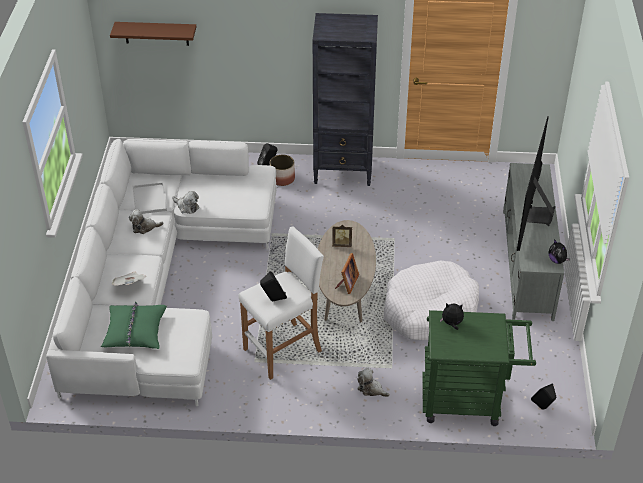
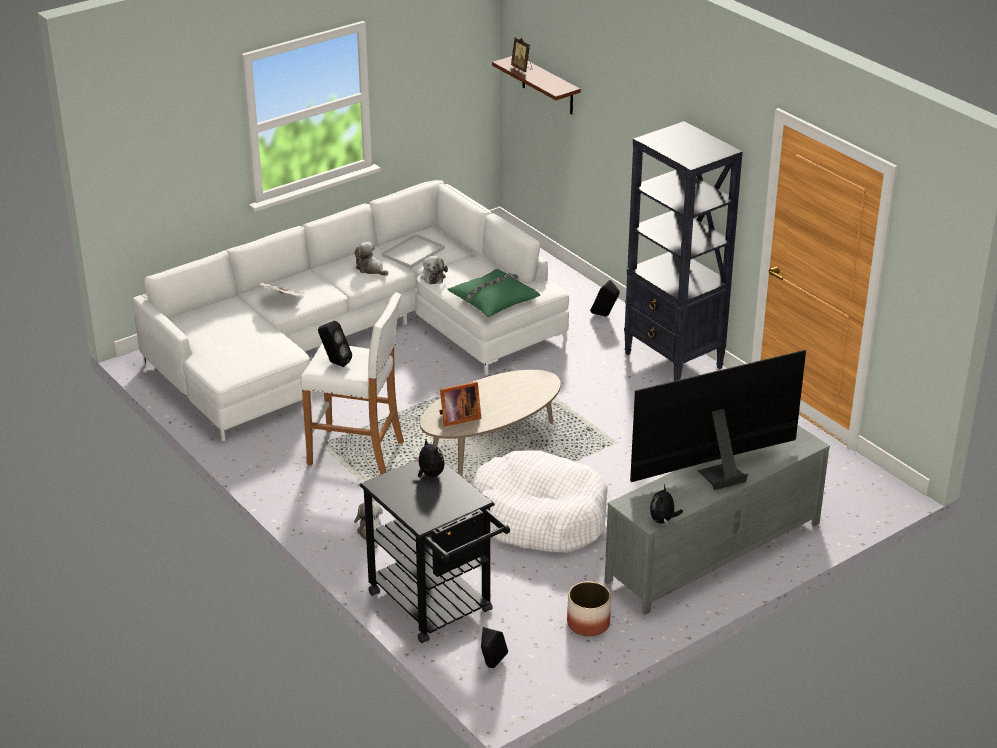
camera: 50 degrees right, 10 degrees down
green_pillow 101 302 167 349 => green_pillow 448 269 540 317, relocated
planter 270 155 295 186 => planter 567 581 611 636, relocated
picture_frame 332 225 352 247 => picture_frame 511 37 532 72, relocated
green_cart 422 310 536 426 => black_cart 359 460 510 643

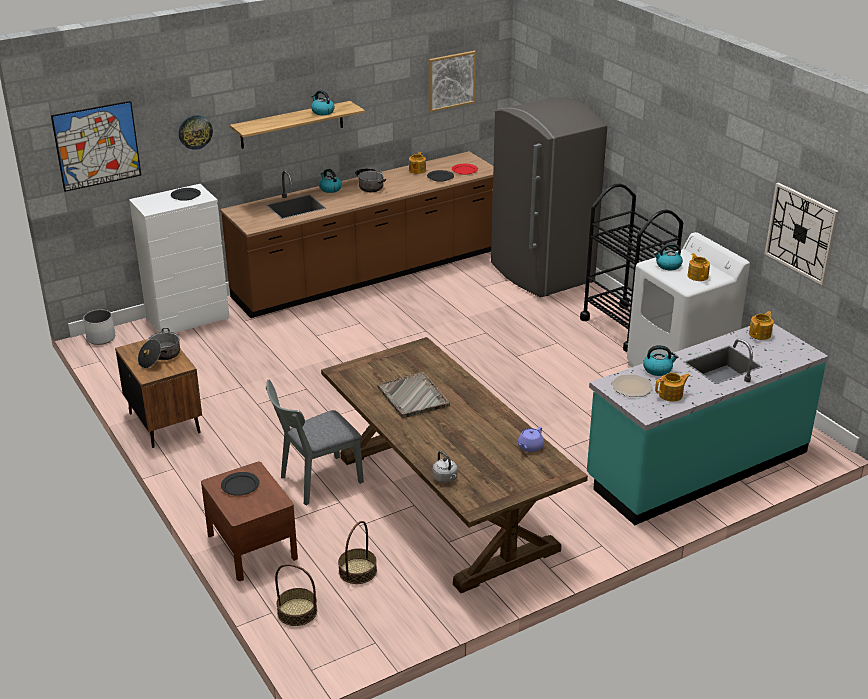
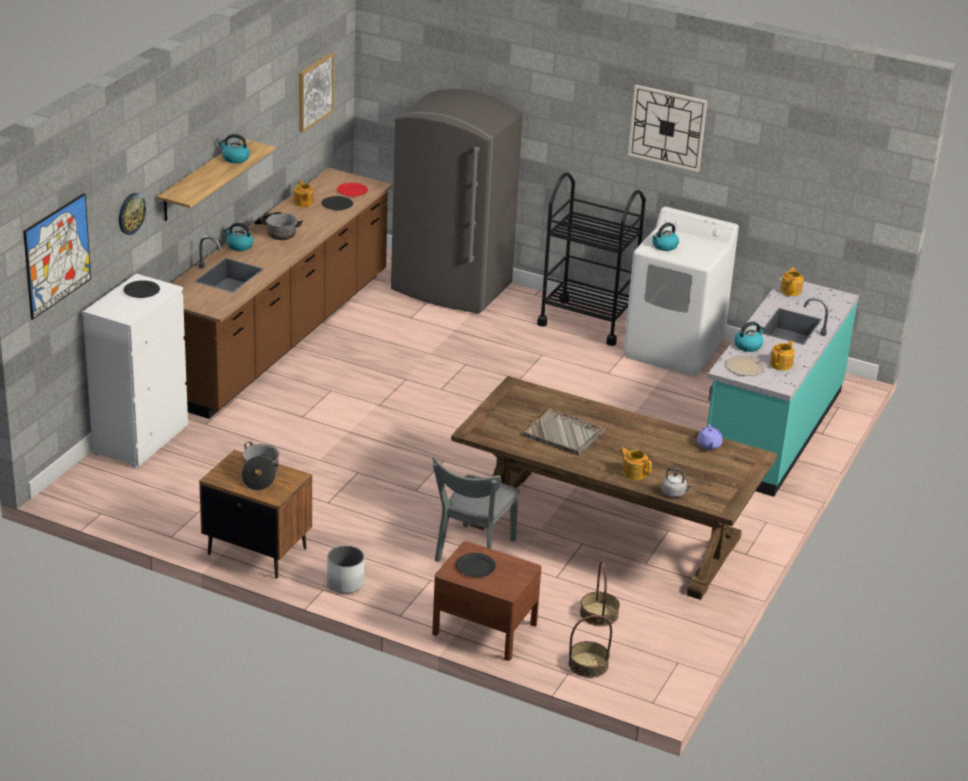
camera: 35 degrees left, 0 degrees up
white_planter 83 310 115 345 => white_planter 327 545 364 593, relocated
teapot 688 253 710 281 => teapot 620 447 652 480, relocated
wall_clock 764 182 839 285 => wall_clock 628 85 707 172, relocated

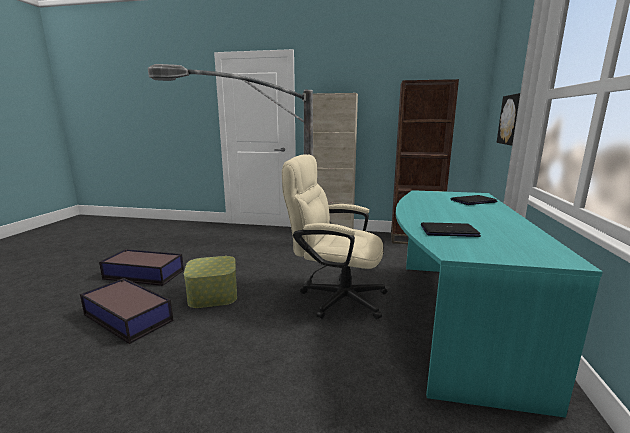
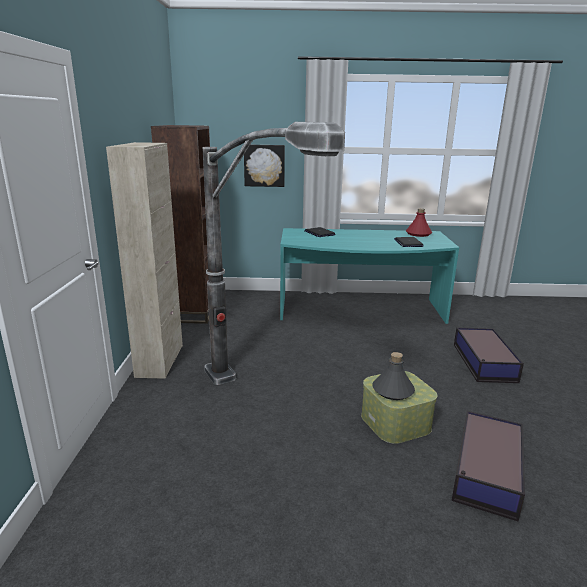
camera: 100 degrees left, 5 degrees up
beige_office_chair 282 154 388 319 => nothing
nothing => grey_bottle 372 352 415 400
nothing => red_bottle 406 208 432 237
storage_box 99 249 184 286 => storage_box 454 327 524 383, relocated

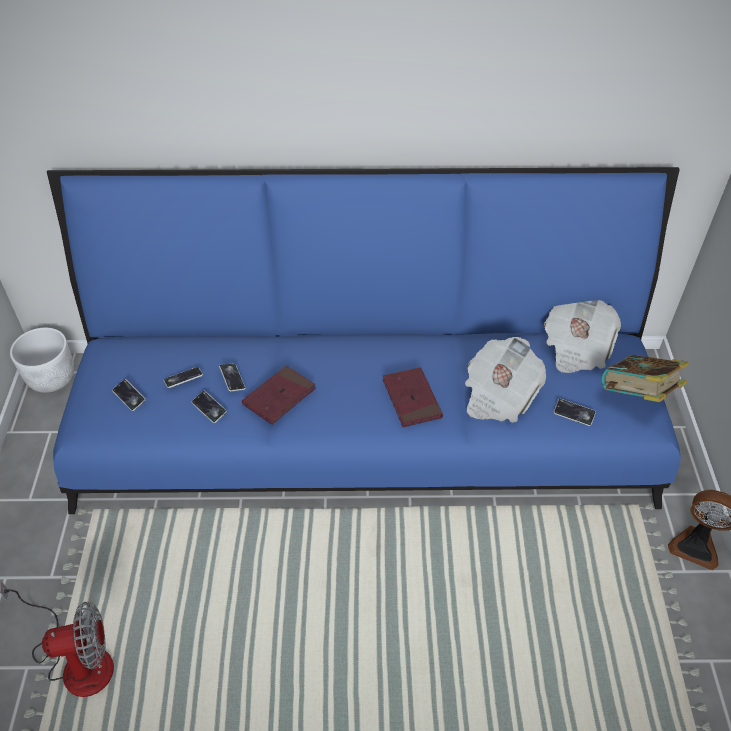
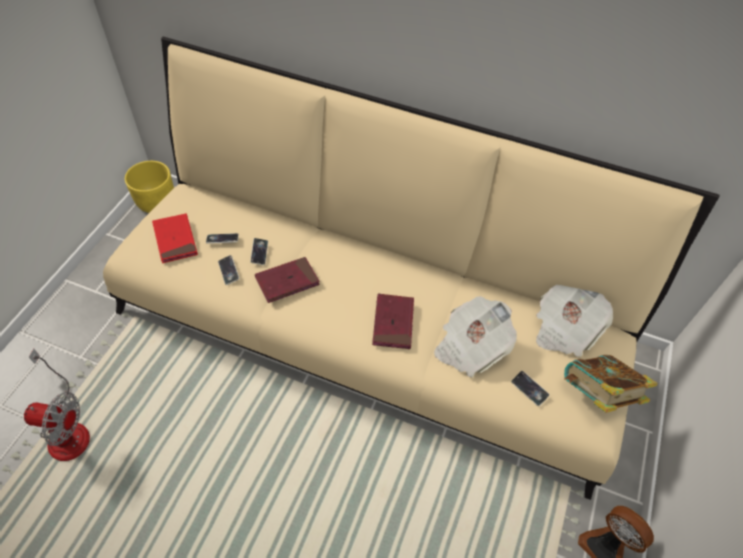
camera: 20 degrees right, 5 degrees up
phone 112 379 146 411 => red_book 152 213 198 263
white_planter 10 328 74 393 => yellow_planter 125 161 174 213
blue_sofa 47 167 681 514 => beige_sofa 103 37 720 500

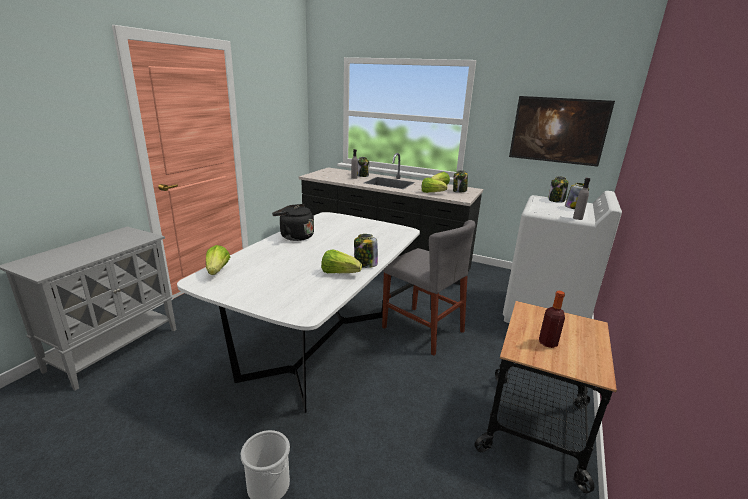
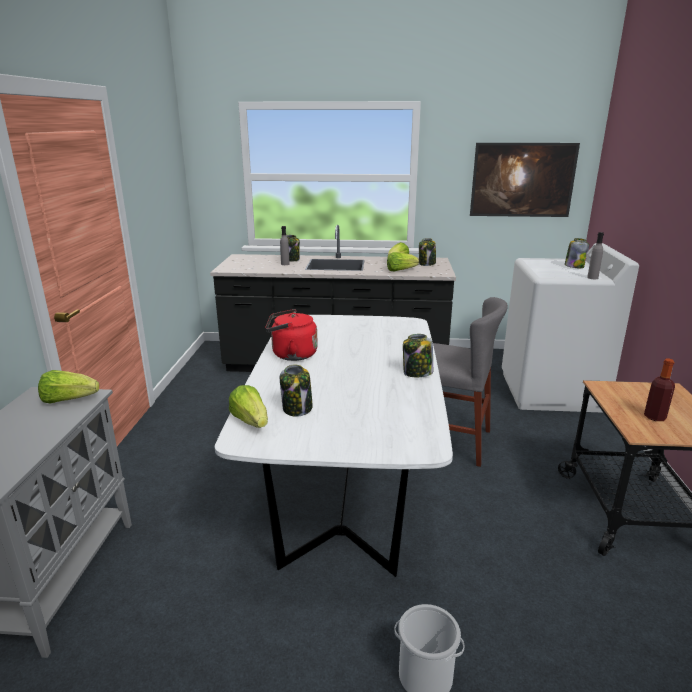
camera: 20 degrees left, 0 degrees up
lettuce 321 249 362 273 => lettuce 38 370 99 403, relocated
jar 548 176 568 203 => jar 280 364 313 417, relocated
black_kettle 272 204 314 241 => red_kettle 265 309 318 361

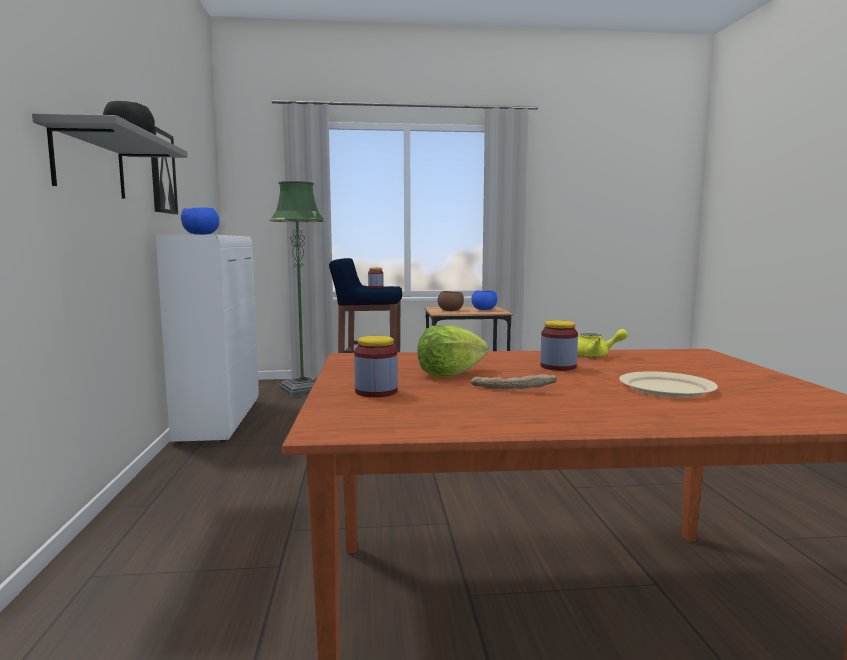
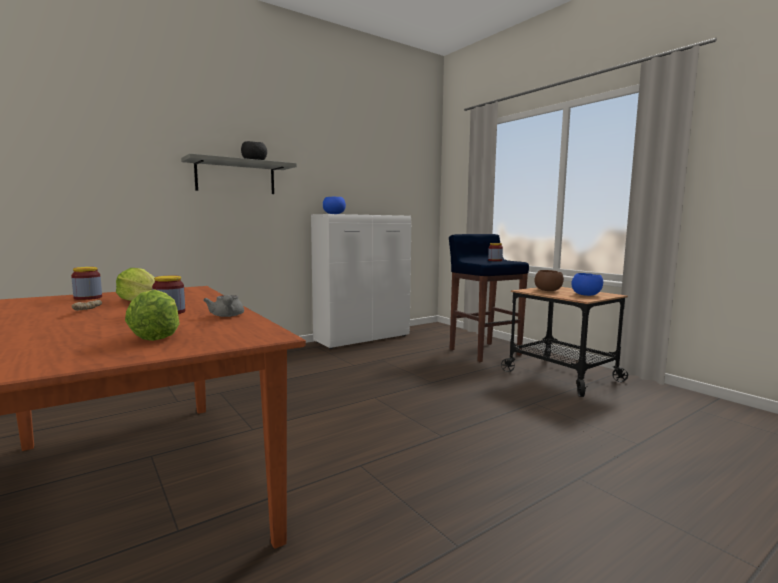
camera: 60 degrees right, 0 degrees up
picture 151 126 178 214 => nothing
green_floor_lamp 269 181 325 398 => nothing
beige_plate 619 371 718 398 => nothing
nothing => lettuce 125 289 180 341
yellow_teapot 577 329 628 357 => grey_teapot 203 295 244 317

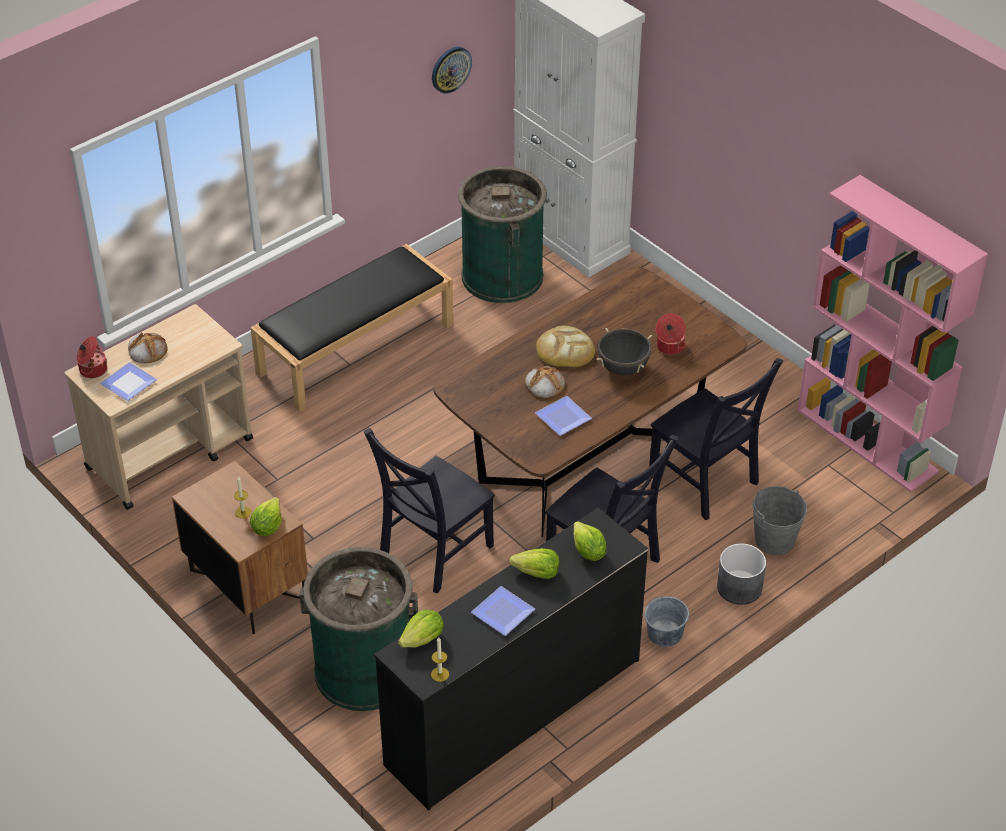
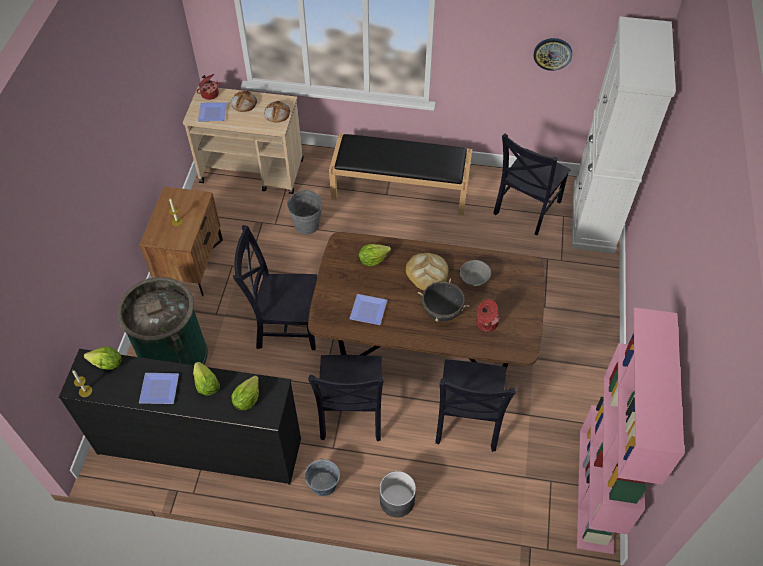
camera: 50 degrees right, 10 degrees up
nothing => grey_bowl 460 260 491 286
lettuce 250 497 282 536 => lettuce 359 244 391 266, relocated
bread 525 366 566 398 => bread 264 101 290 123, relocated
grey_bucket 752 486 807 555 => grey_bucket 287 189 323 234, relocated
green_trash_can 458 166 547 303 => black_chair 493 133 571 235

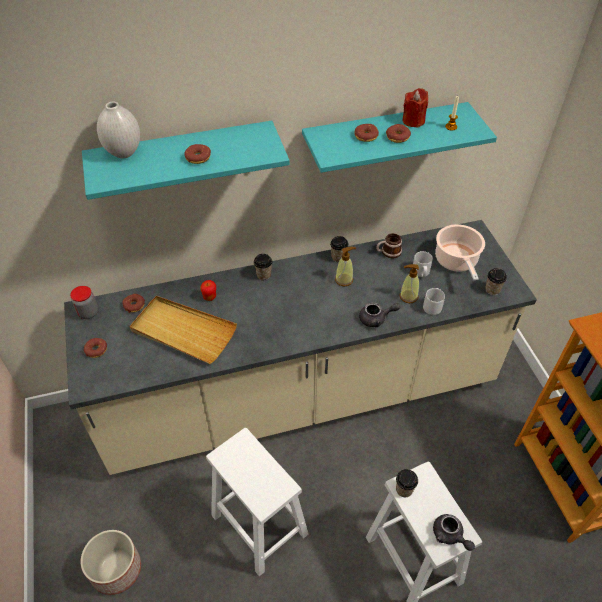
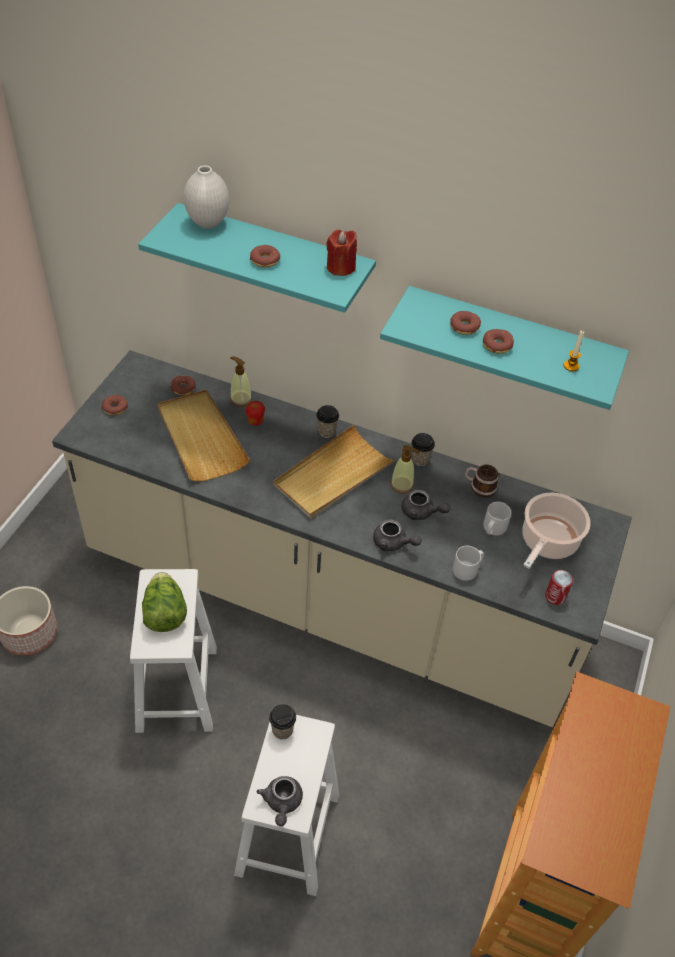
camera: 35 degrees right, 0 degrees up
jar 70 286 98 319 => nothing
nothing => lettuce 142 572 187 632
nothing => beige_tray 273 425 397 519
nothing => grey_teapot 402 490 450 520
soap_dispenser 399 264 419 303 => soap_dispenser 230 356 252 407, relocated
red_candle 402 88 428 128 => red_candle 326 230 357 276, relocated
cup 485 268 507 295 => can 545 570 573 605

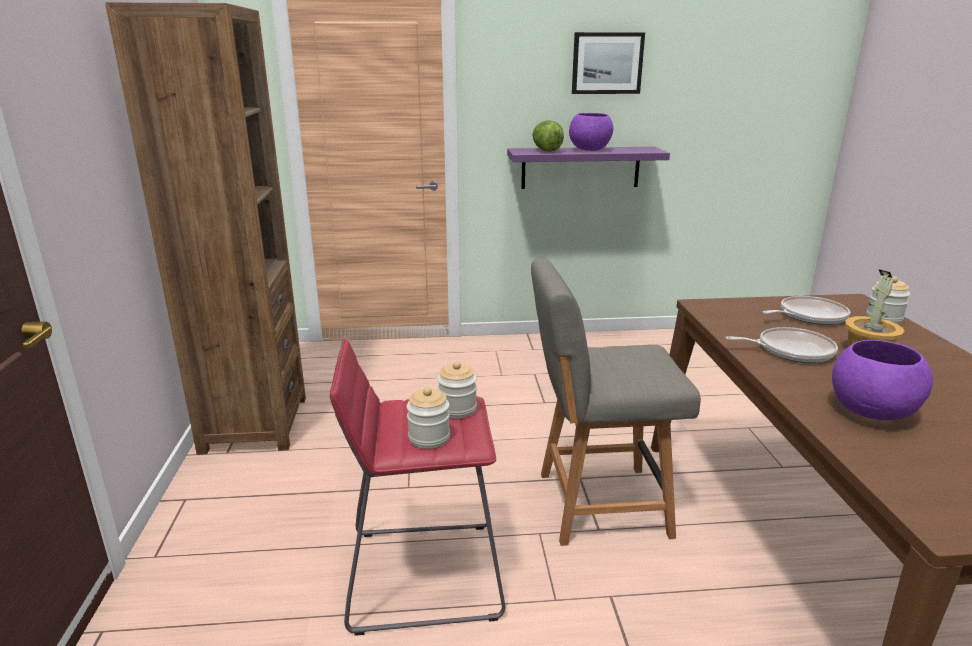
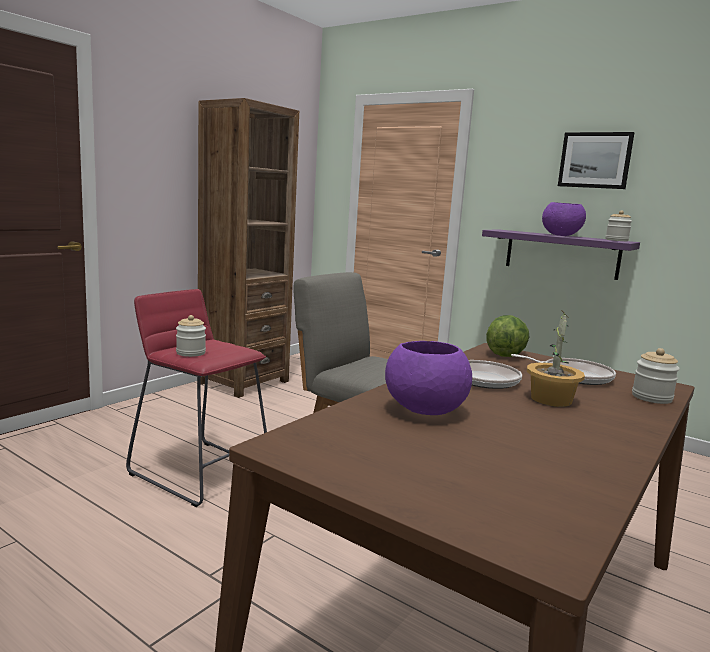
camera: 40 degrees right, 10 degrees down
jar 437 362 477 418 => jar 606 210 632 241, relocated
lettuce 532 120 564 152 => lettuce 486 315 529 357, relocated

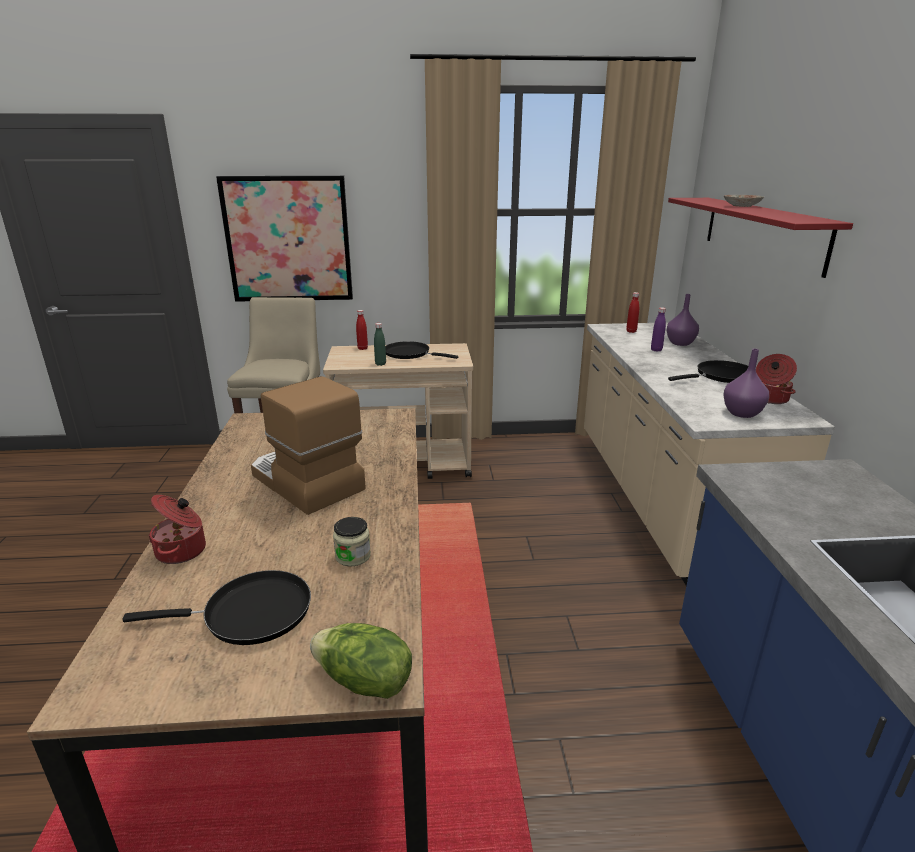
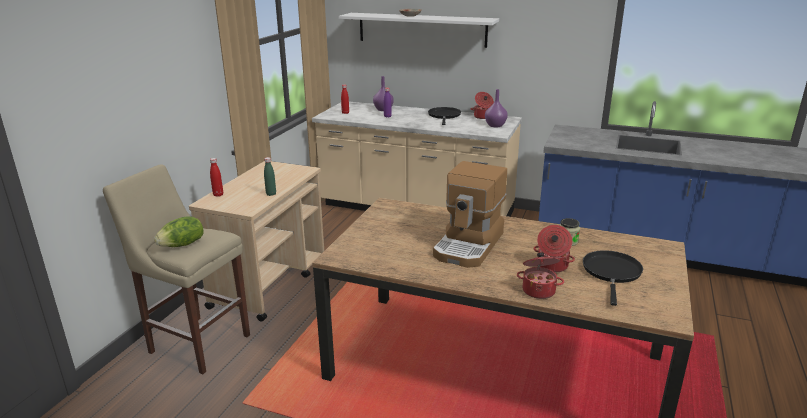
camera: 65 degrees left, 0 degrees up
picture 216 176 353 302 => nothing
black_frying_pan 385 341 458 359 => nothing
nothing => cooking_pot 533 225 575 272
lettuce 310 623 412 699 => lettuce 154 216 203 247, relocated
red_shelf 668 198 853 278 => white_shelf 338 13 499 48
coffee_machine 251 376 366 515 => coffee_machine 433 161 507 268, 45 degrees counterclockwise

